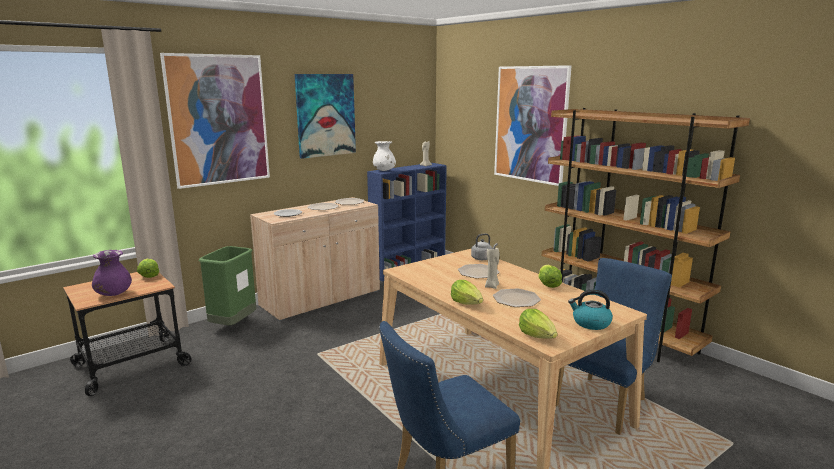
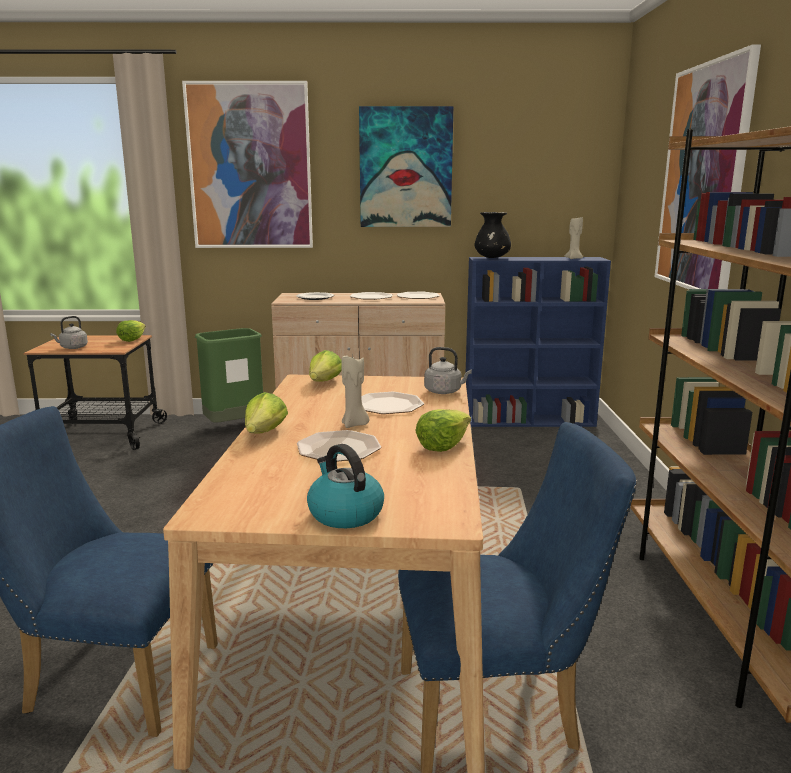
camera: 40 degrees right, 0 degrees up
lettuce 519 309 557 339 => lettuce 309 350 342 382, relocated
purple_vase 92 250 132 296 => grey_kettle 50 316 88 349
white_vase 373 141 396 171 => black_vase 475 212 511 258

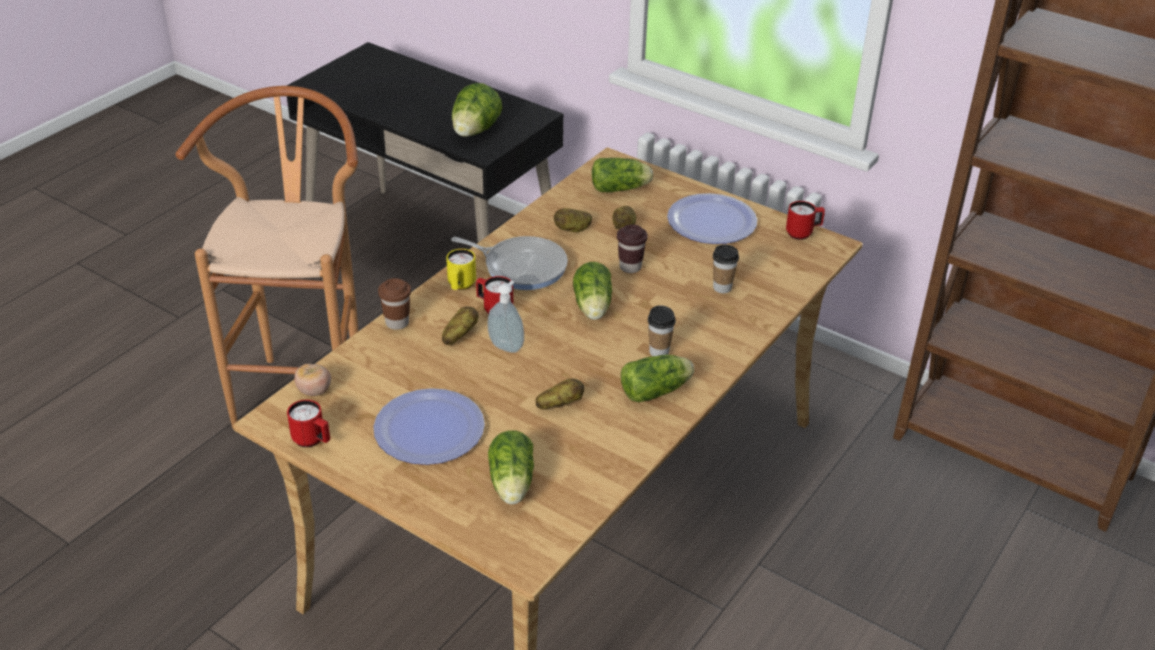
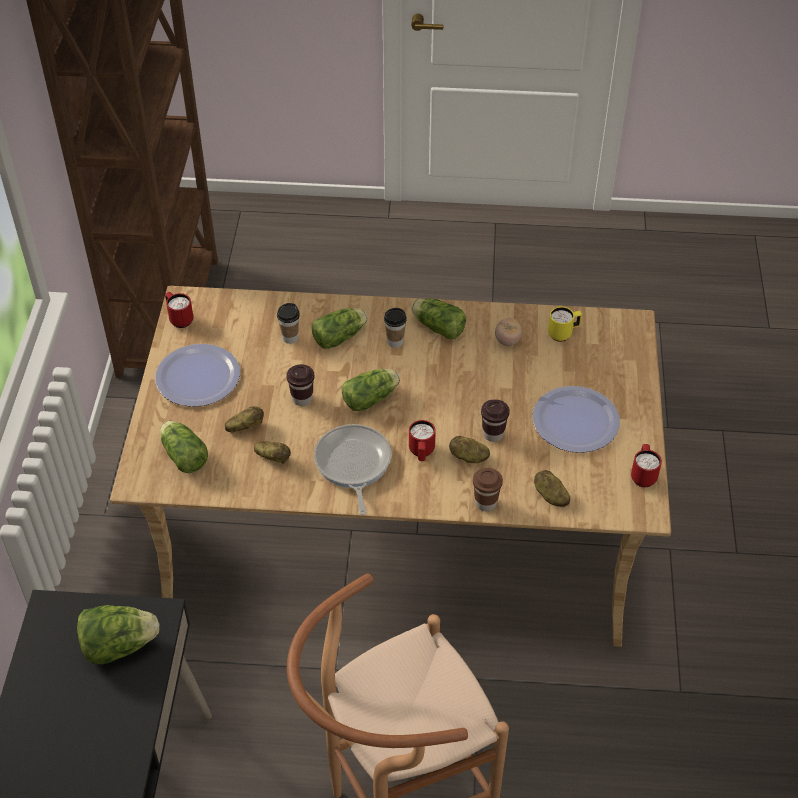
camera: 120 degrees left, 10 degrees up
soap_dispenser 487 281 524 353 => nothing
nothing => brown_cup 481 399 510 442
tomato 294 364 331 396 => tomato 495 318 522 346, relocated
yellow_mug 446 249 476 290 => yellow_mug 548 307 582 342, relocated
lettuce 488 430 534 505 => lettuce 311 308 368 349, relocated
potato 536 378 584 410 => potato 534 470 570 507, relocated

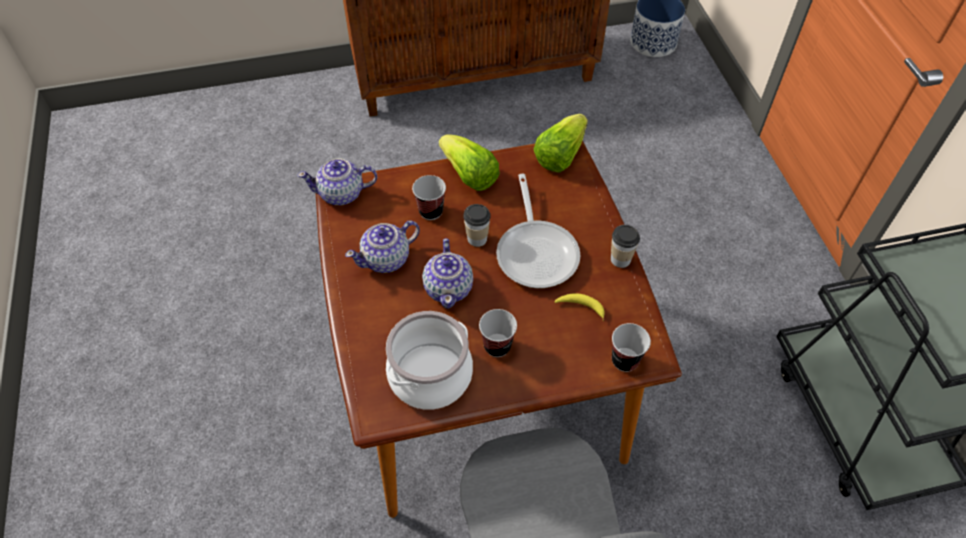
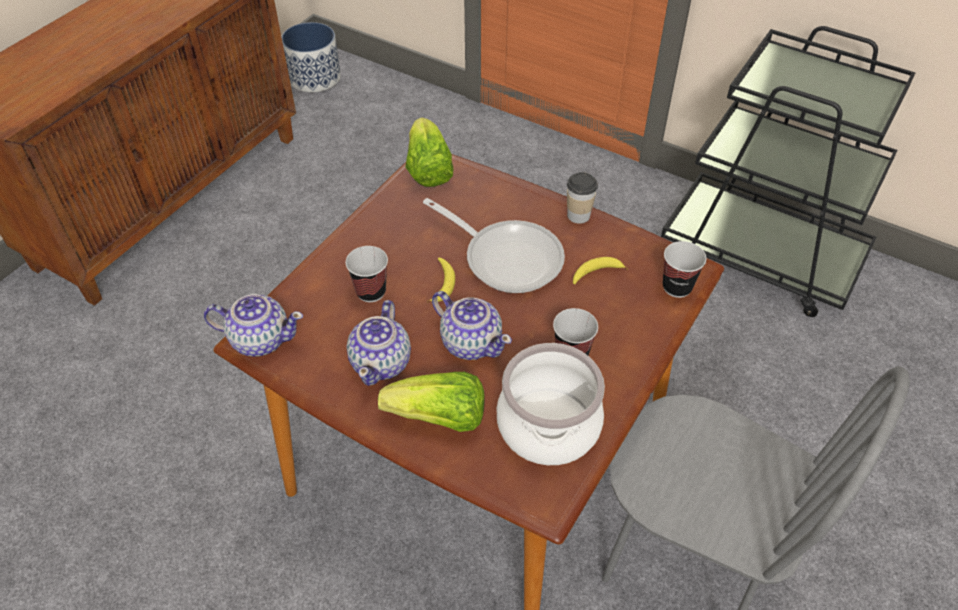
camera: 45 degrees left, 5 degrees down
lettuce 439 134 500 191 => lettuce 378 372 485 432, relocated
cup 463 204 491 247 => banana 427 257 455 302
teapot 297 158 377 205 => teapot 204 294 303 356, 120 degrees counterclockwise

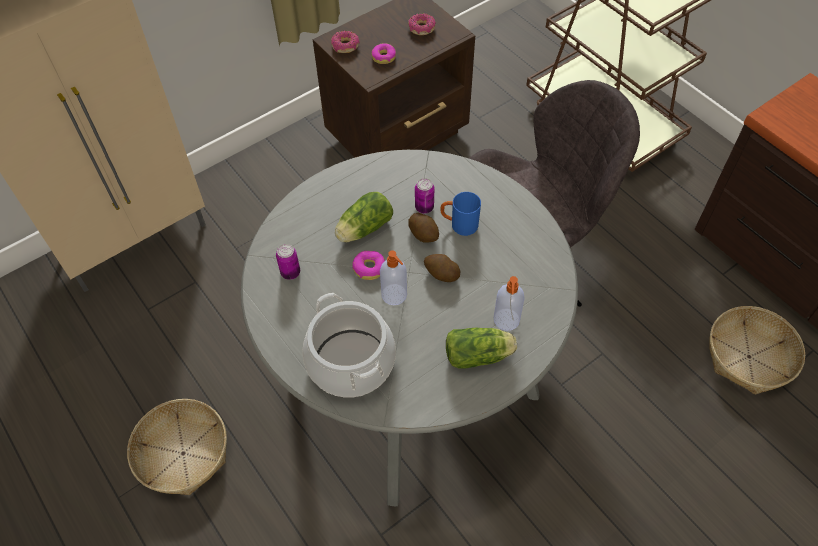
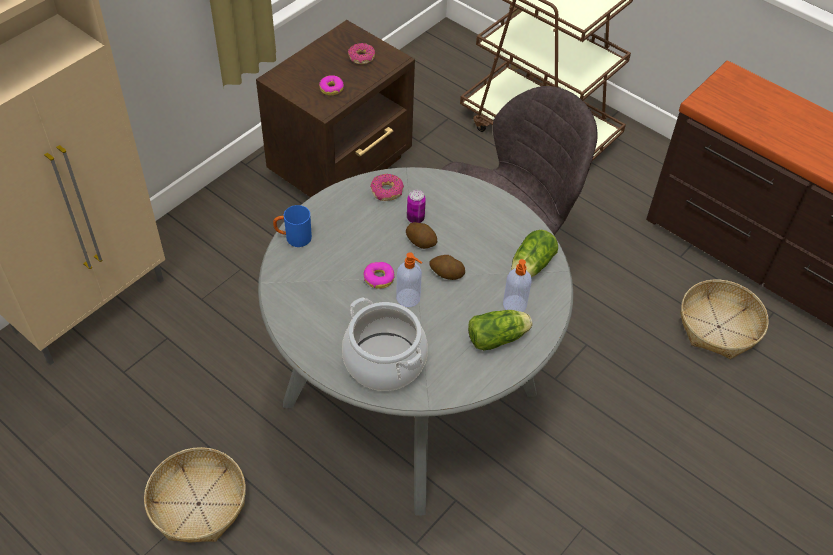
camera: 15 degrees left, 5 degrees down
can 276 244 300 280 => nothing
donut 331 31 360 53 => donut 370 174 404 201, relocated
lettuce 335 192 393 242 => lettuce 511 230 558 277, relocated
blue_mug 441 192 481 236 => blue_mug 273 205 312 247, relocated

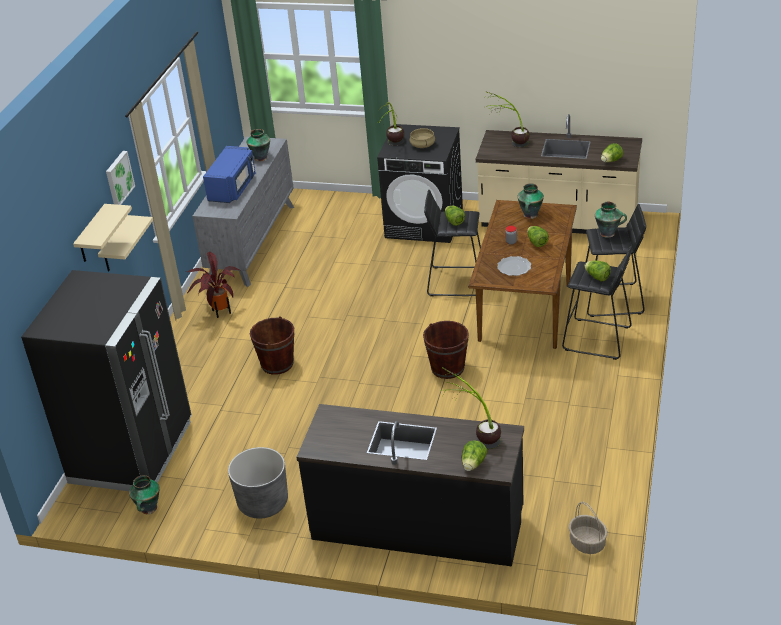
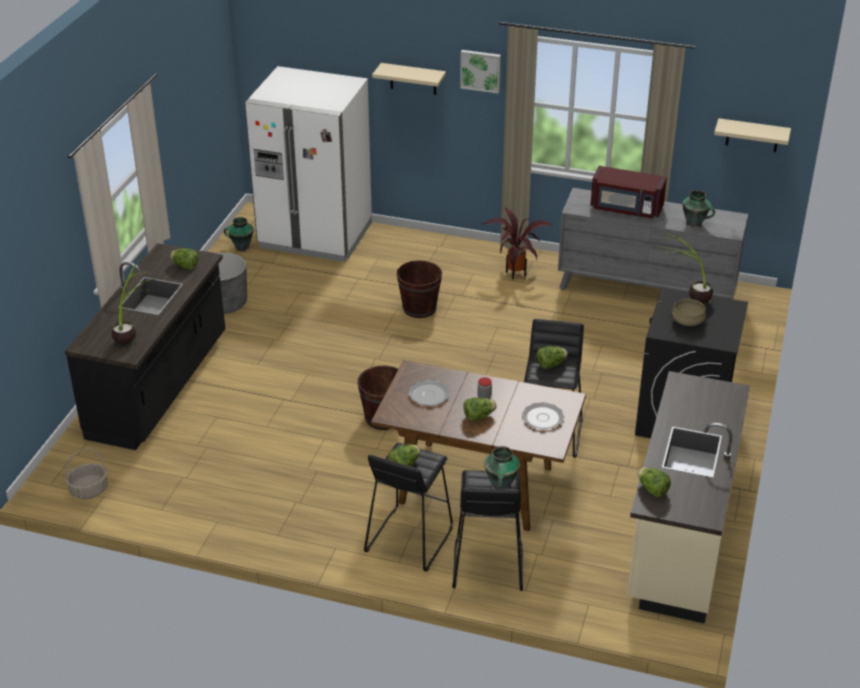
camera: 90 degrees right, 0 degrees up
potted_plant 485 92 530 147 => nothing
beige_shelf 98 215 153 271 => beige_shelf 714 118 791 152, relocated
lettuce 462 440 487 471 => lettuce 170 249 198 270, relocated
vase 517 183 544 219 => plate 522 402 564 429
black_fridge 21 270 191 491 => white_fridge 245 66 372 262
blue_microwave 203 146 255 203 => red_microwave 590 166 667 218

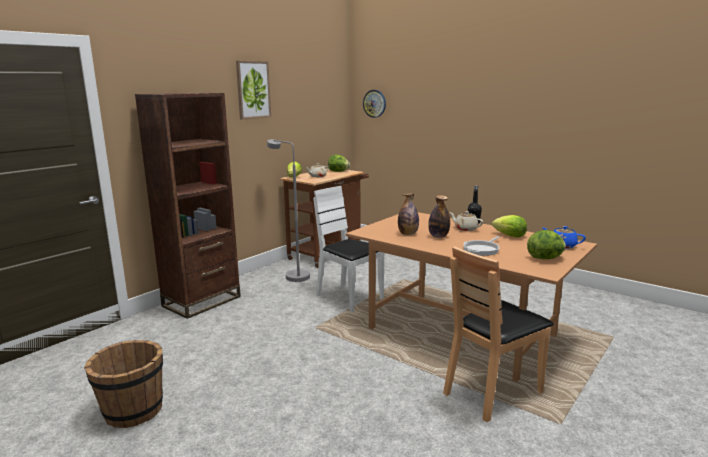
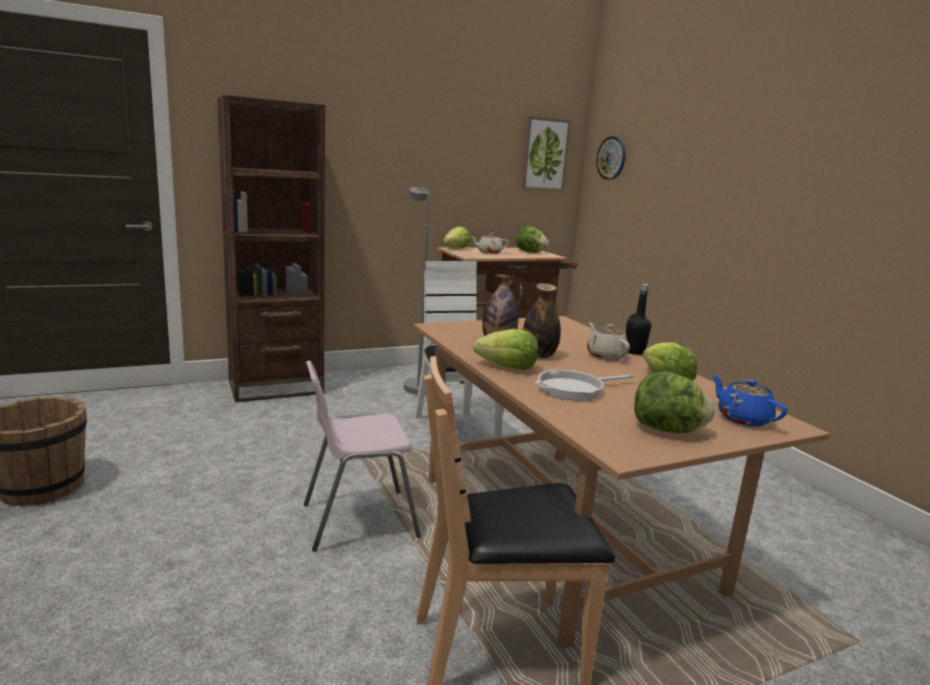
camera: 25 degrees right, 0 degrees up
nothing => pink_chair 304 360 421 552
nothing => lettuce 473 329 538 370
picture 236 61 271 119 => picture 521 116 571 191, relocated

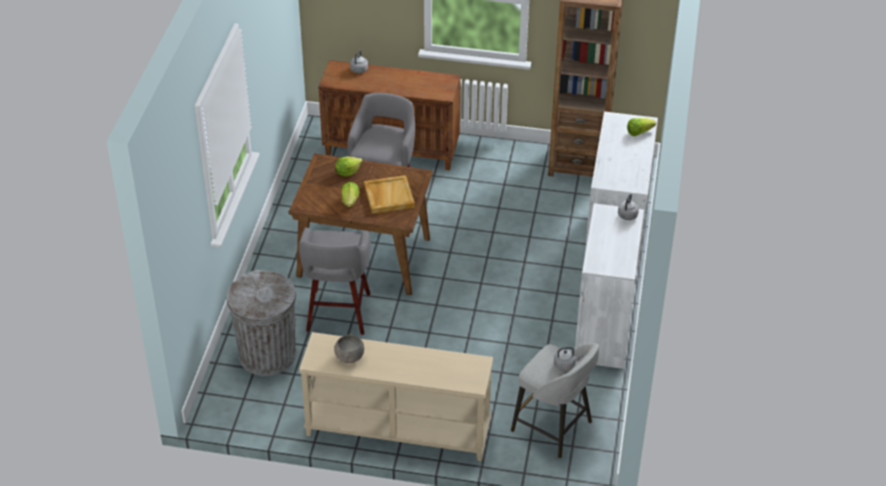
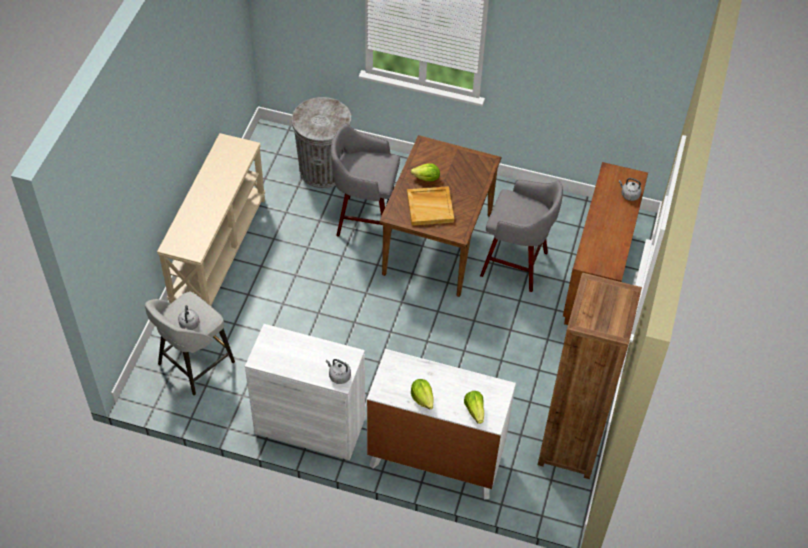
camera: 95 degrees right, 10 degrees up
grey_bowl 334 334 364 363 => nothing
lettuce 335 157 363 176 => lettuce 411 379 434 410, relocated

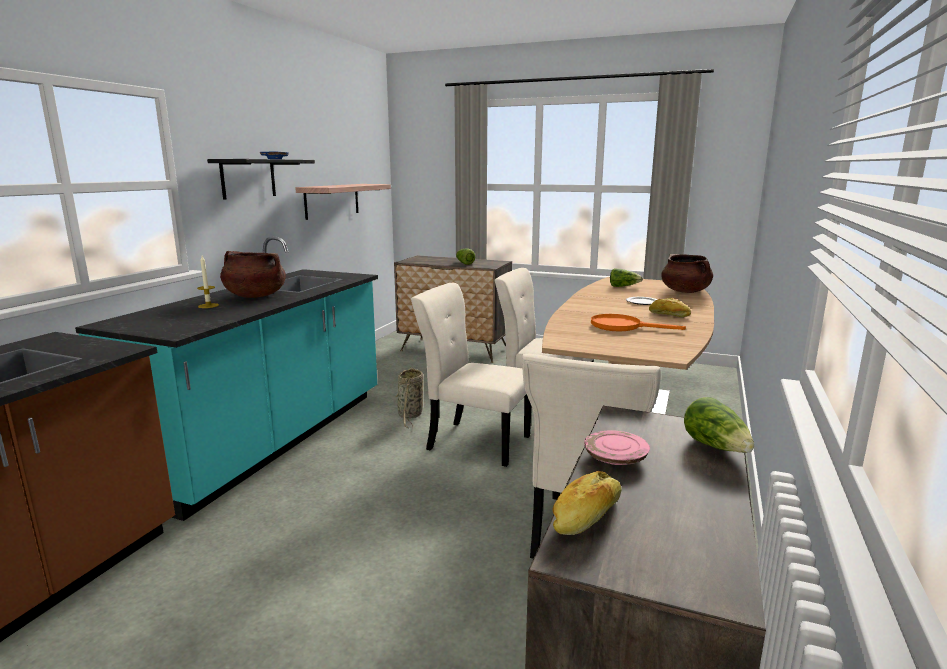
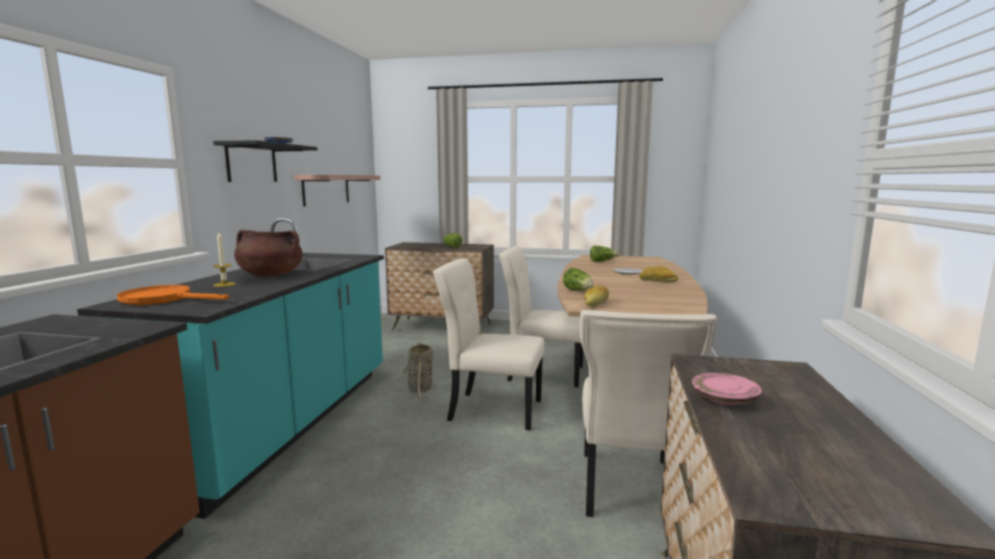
camera: 10 degrees left, 5 degrees down
brown_cooking_pot 661 254 713 293 => nothing
bread 552 471 622 535 => bread 584 285 609 307, relocated
orange_frying_pan 591 314 686 331 => orange_frying_pan 117 285 229 305, relocated
lettuce 684 397 754 453 => lettuce 563 268 594 290, relocated

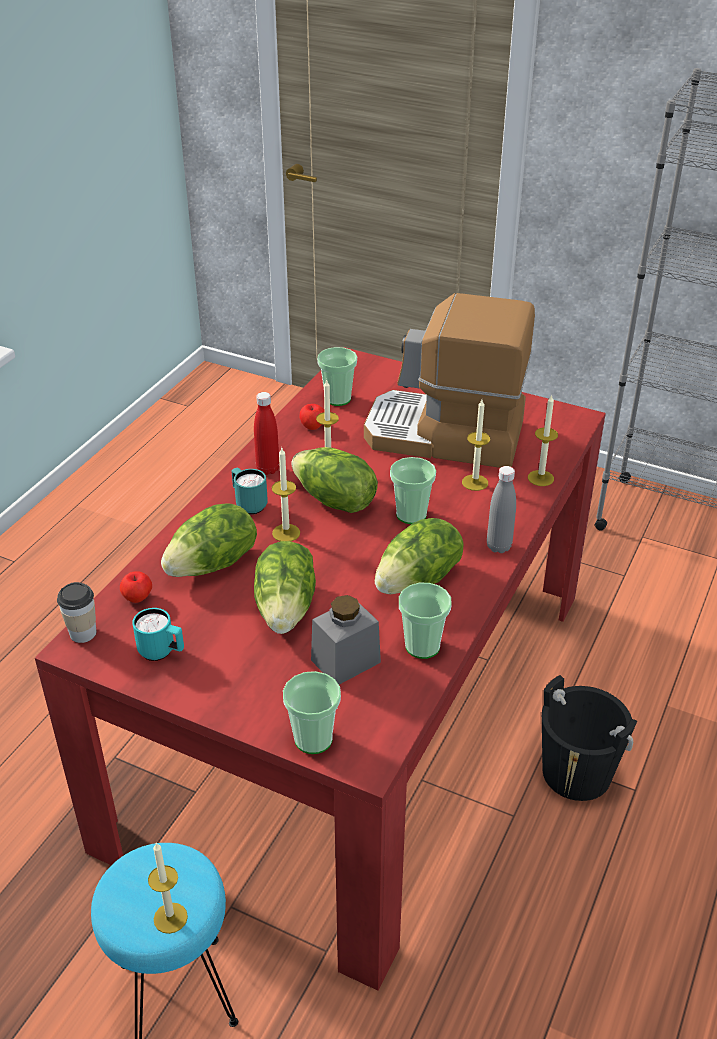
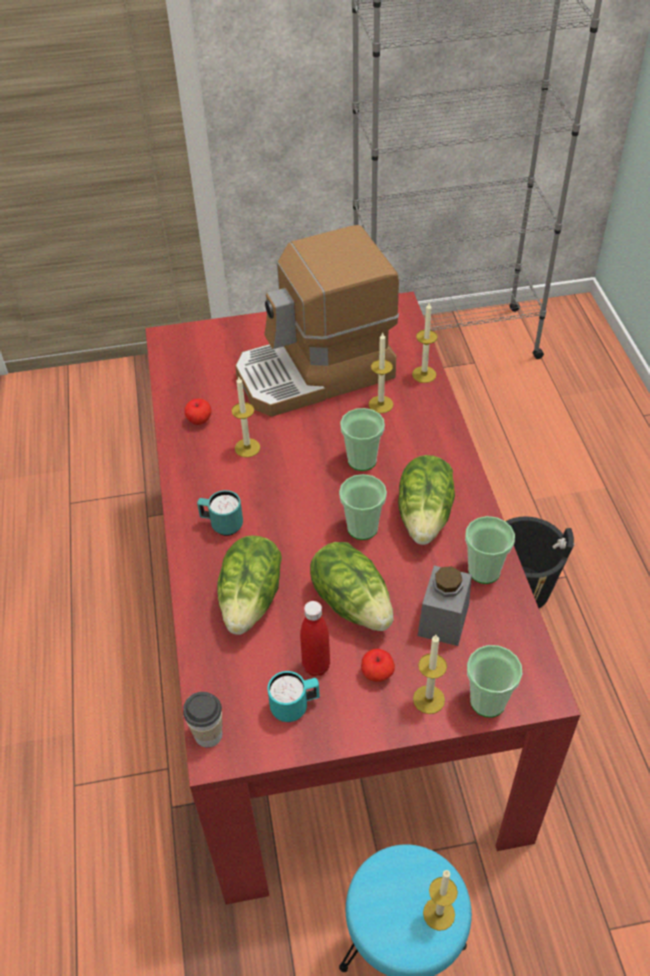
camera: 35 degrees left, 10 degrees up
lettuce 291 447 378 513 => nothing
grey_bottle 487 466 516 553 => nothing
apple 120 571 152 603 => apple 361 649 395 682, relocated
red_bottle 254 392 279 475 => red_bottle 300 601 330 676, relocated
candle 272 448 300 542 => candle 413 635 447 714, relocated
cup 317 347 357 406 => cup 339 474 387 540, relocated

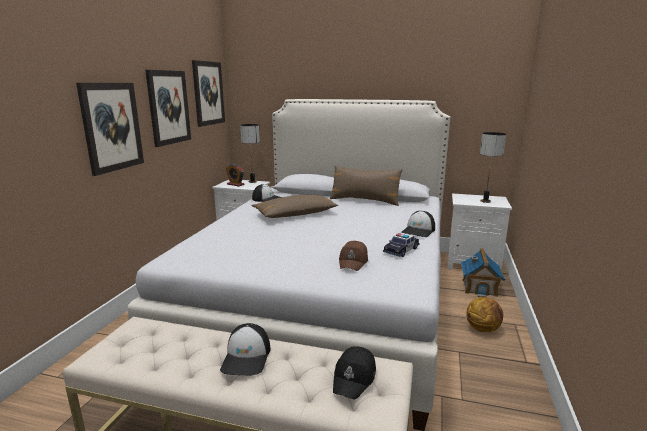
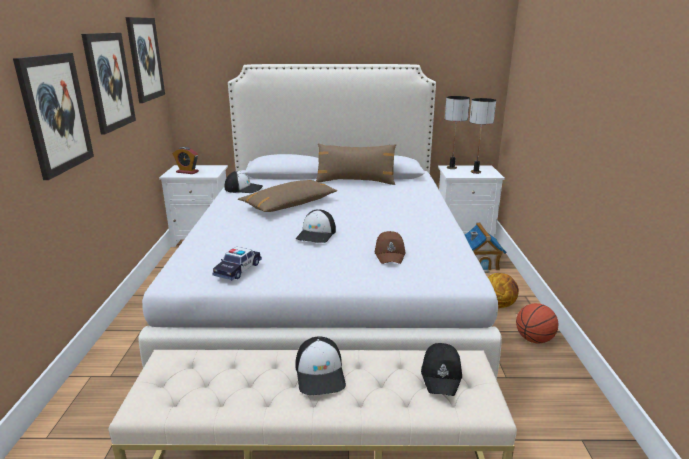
camera: 15 degrees left, 5 degrees up
nothing => basketball 516 303 559 343
table_lamp 240 124 260 183 => table_lamp 445 96 470 169, relocated
toy_car 383 232 420 257 => toy_car 212 247 262 280, relocated
cap 402 211 435 237 => cap 296 209 336 243, relocated

